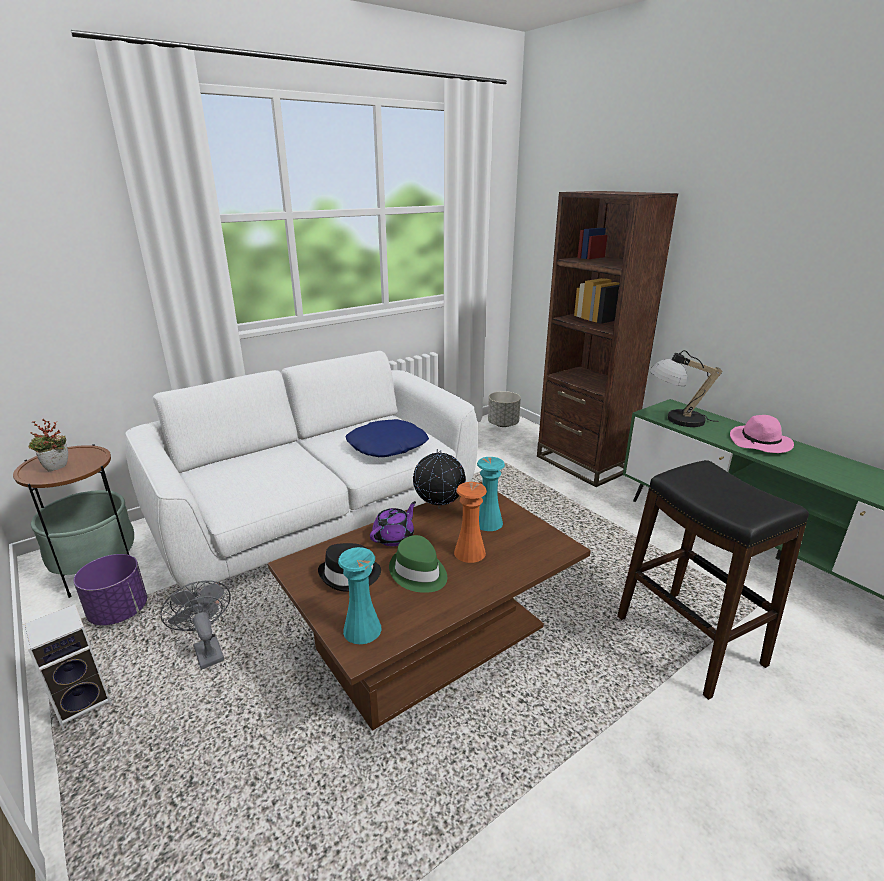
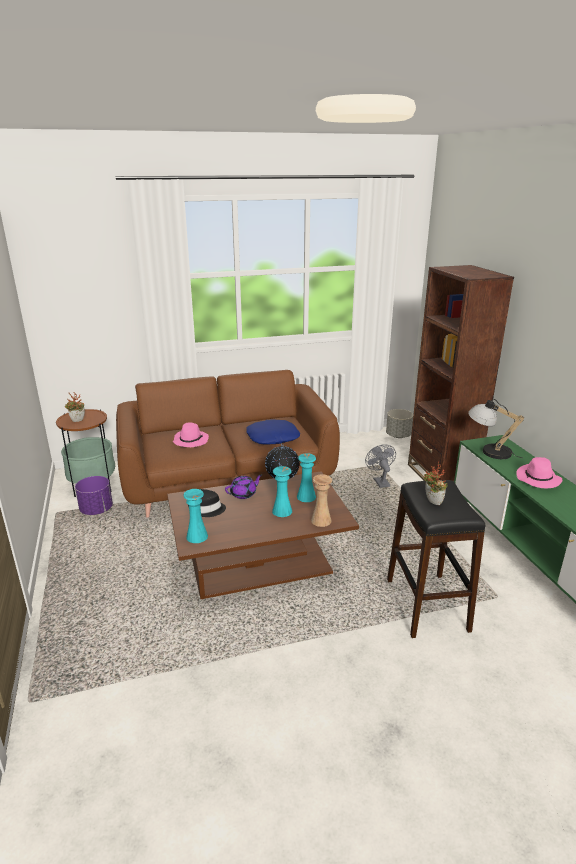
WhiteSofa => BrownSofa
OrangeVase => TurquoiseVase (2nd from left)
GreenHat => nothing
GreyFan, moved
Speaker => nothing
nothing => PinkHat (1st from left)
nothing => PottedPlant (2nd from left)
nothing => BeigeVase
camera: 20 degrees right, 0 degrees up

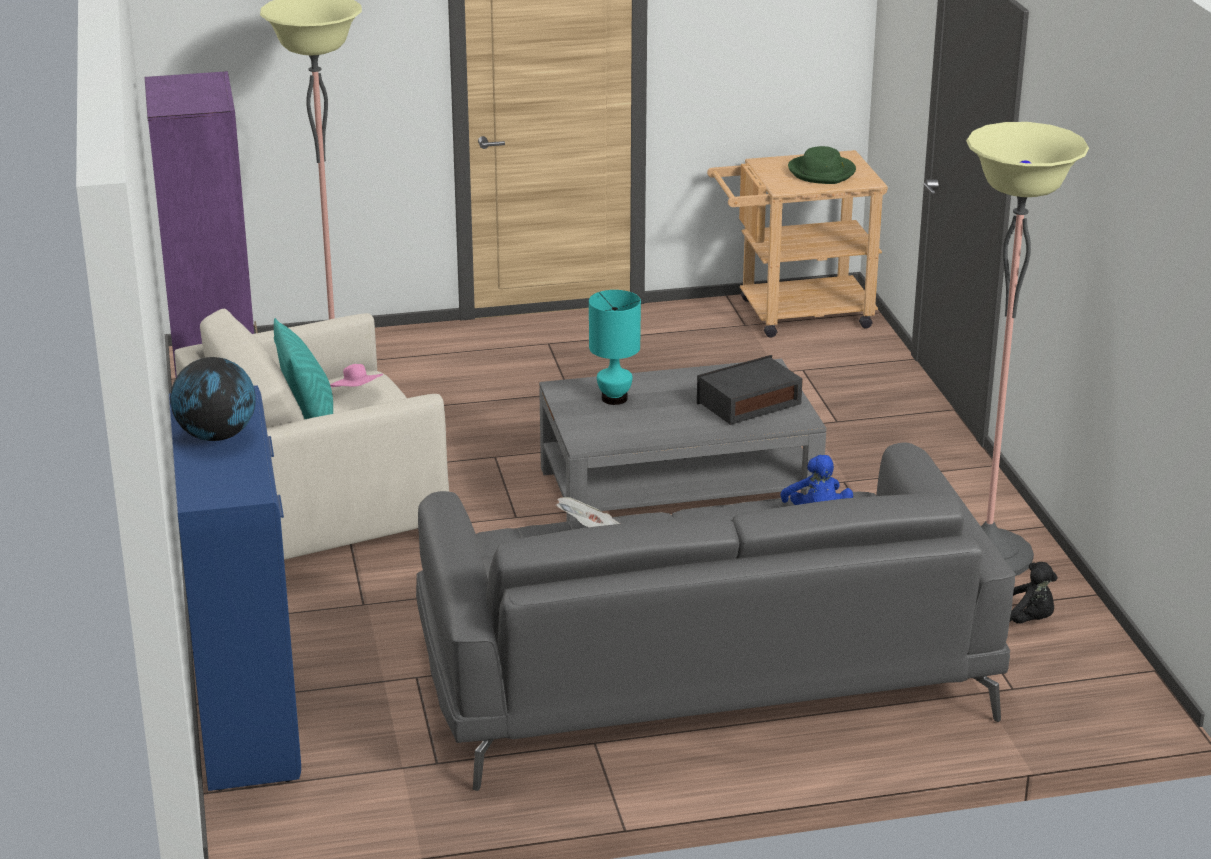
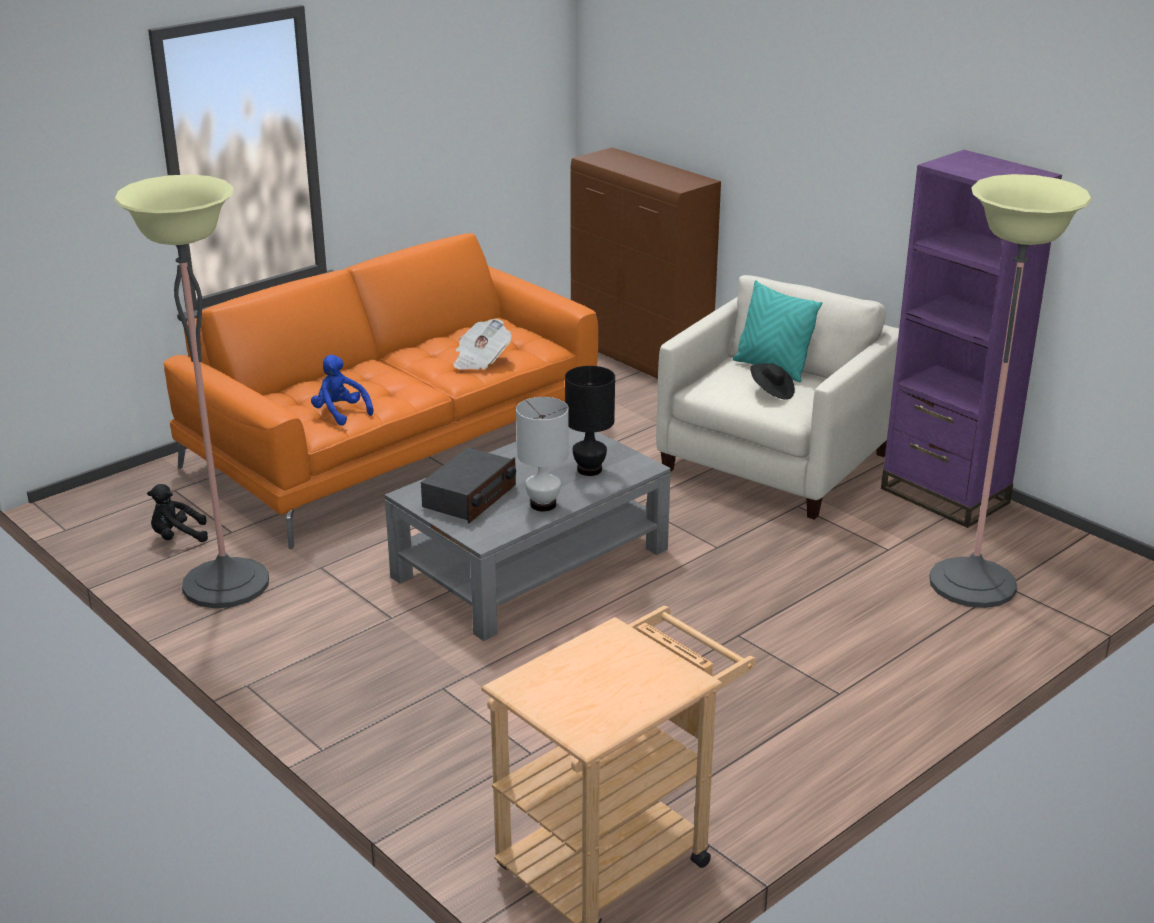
GreenHat => nothing
TurquoiseTableLamp => BlackTableLamp
Globe => nothing
PinkHat => BlackHat
BlueCabinet => BrownCabinet
GreySofa => OrangeSofa
nothing => WhiteTableLamp
camera: 150 degrees right, 0 degrees up

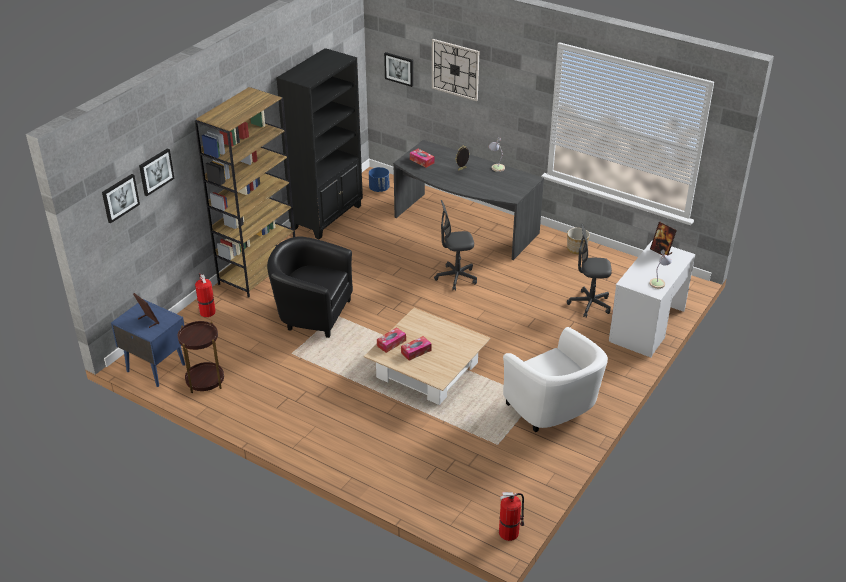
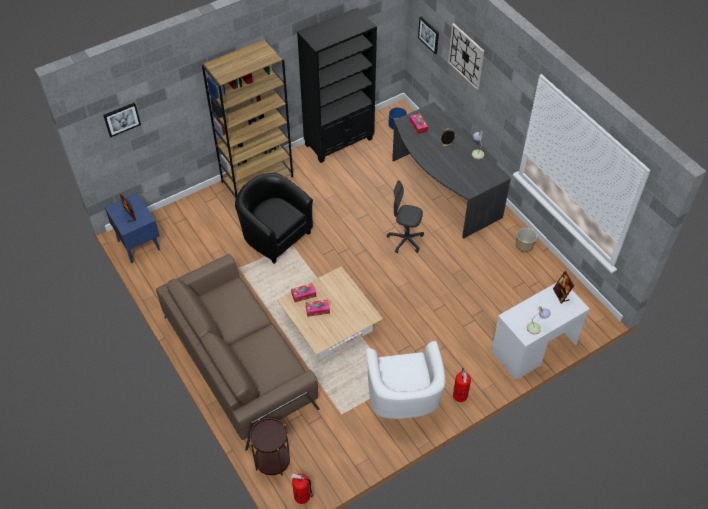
Picture (2nd from left) => nothing
GreyOfficeChair (2nd from left) => nothing
FireExtinguisher (1st from left in the first image) => FireExtinguisher (2nd from left), moved
BrownSideTable, moved
nothing => BrownSofa
camera: 25 degrees right, 15 degrees up

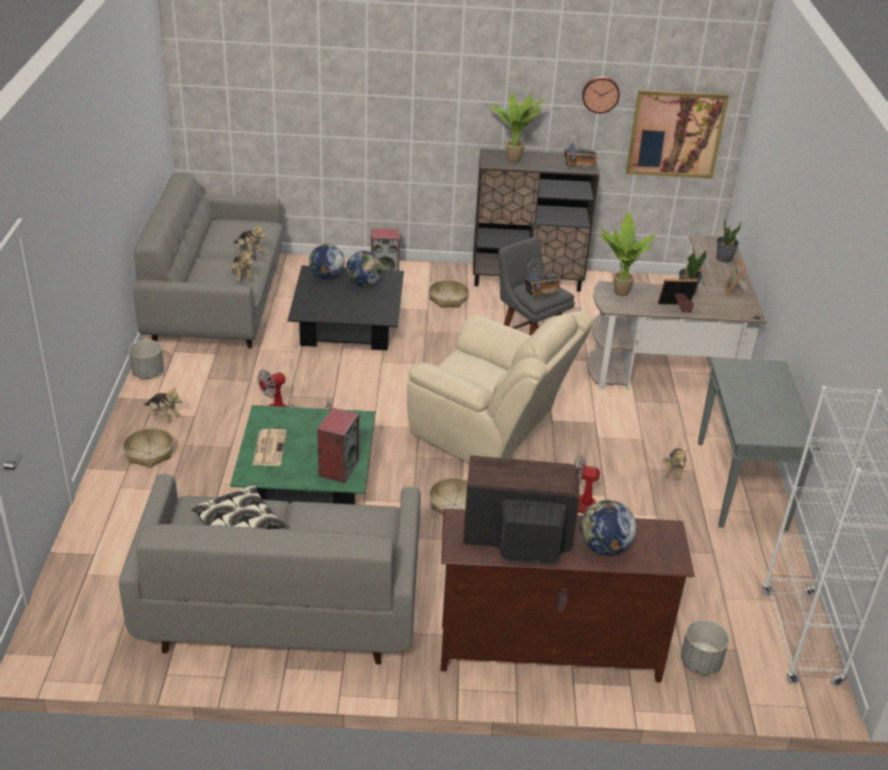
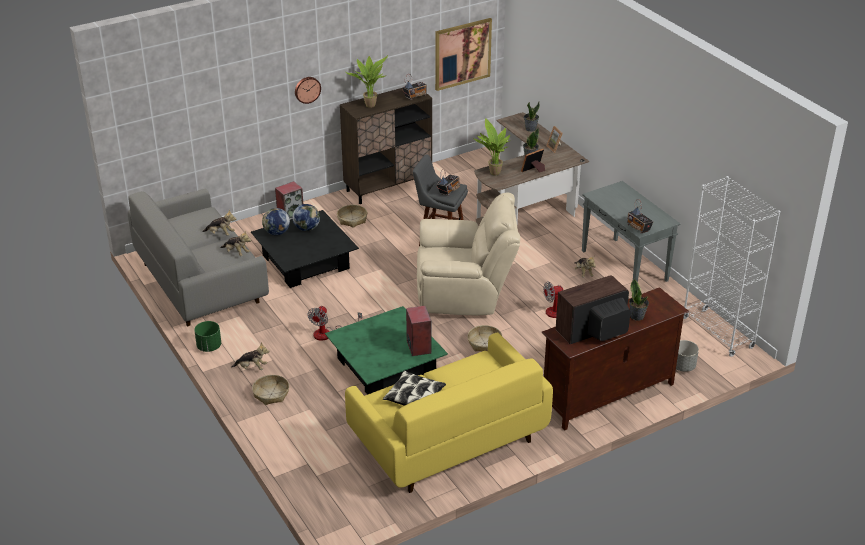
WallClock, moved
GreyPlanter (1st from left) => GreenPlanter
Newspaper => nothing
GreySofa (2nd from left) => YellowSofa
Globe (3rd from left) => PottedPlant (5th from left)
nothing => Radio (3rd from left)
camera: 30 degrees left, 0 degrees up

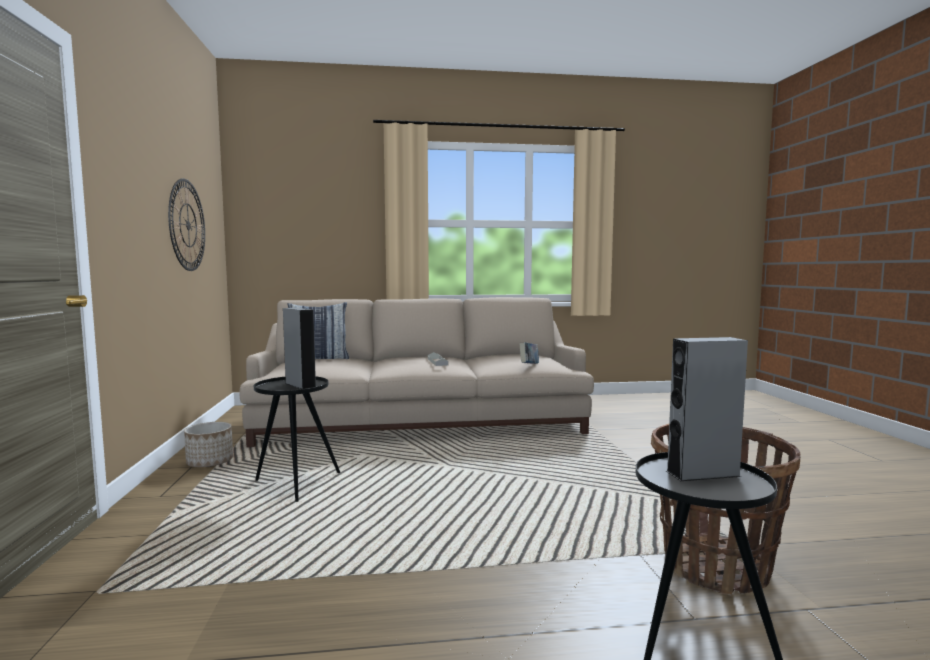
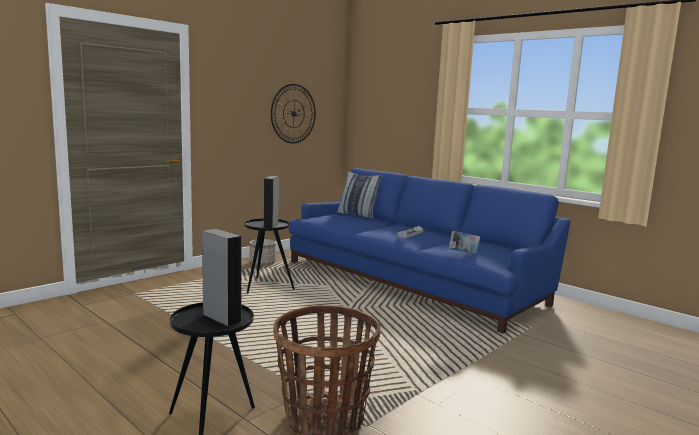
BeigeSofa => BlueSofa
camera: 50 degrees right, 5 degrees up

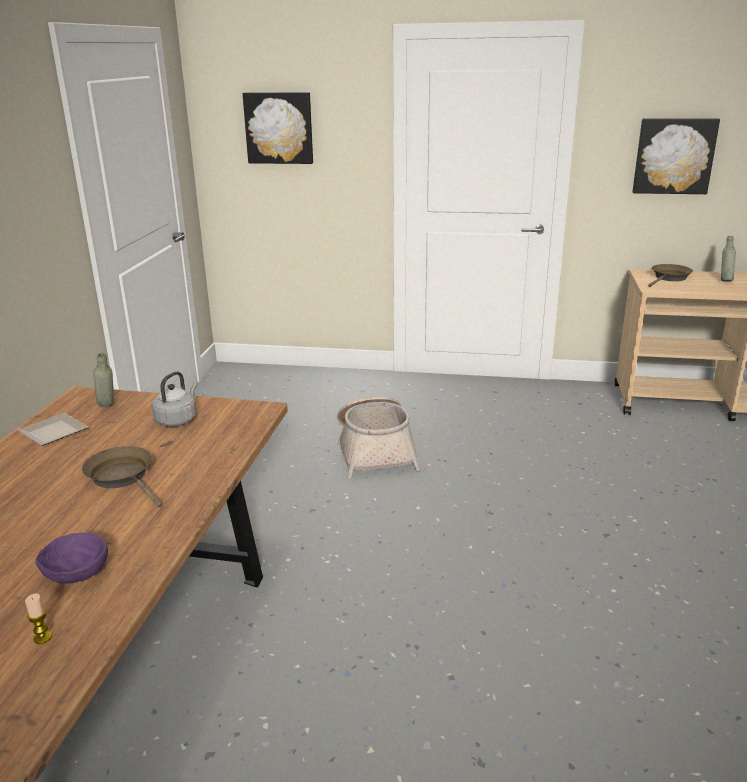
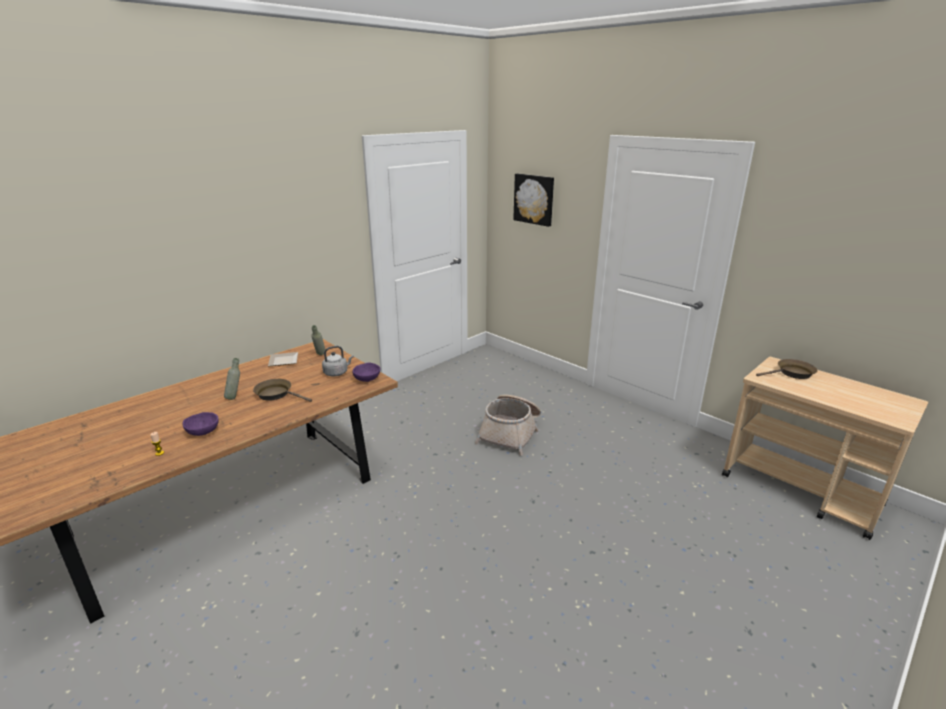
Picture (2nd from left) => nothing
GreyBottle (2nd from left in the first image) => GreyBottle (1st from left), moved
BrownFryingPan (1st from left), 60 degrees counterclockwise
nothing => PurpleBowl (2nd from left)
camera: 35 degrees right, 0 degrees up

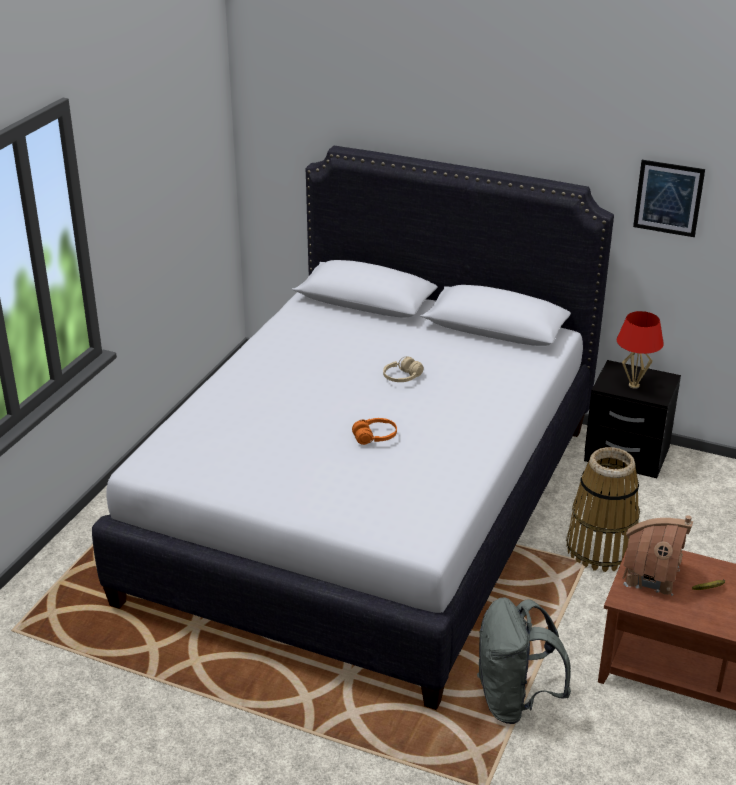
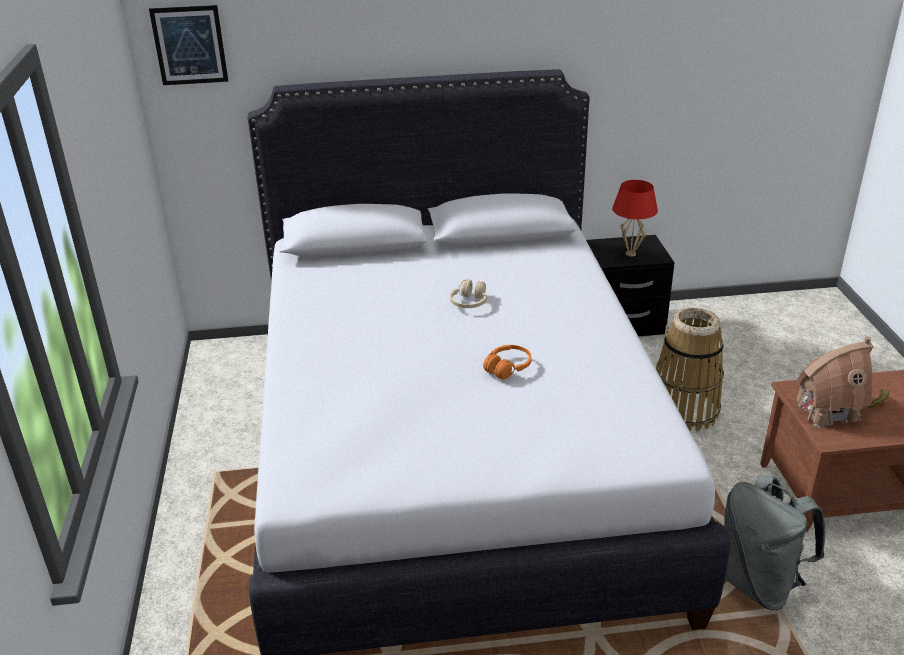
Picture, moved
camera: 30 degrees left, 0 degrees up

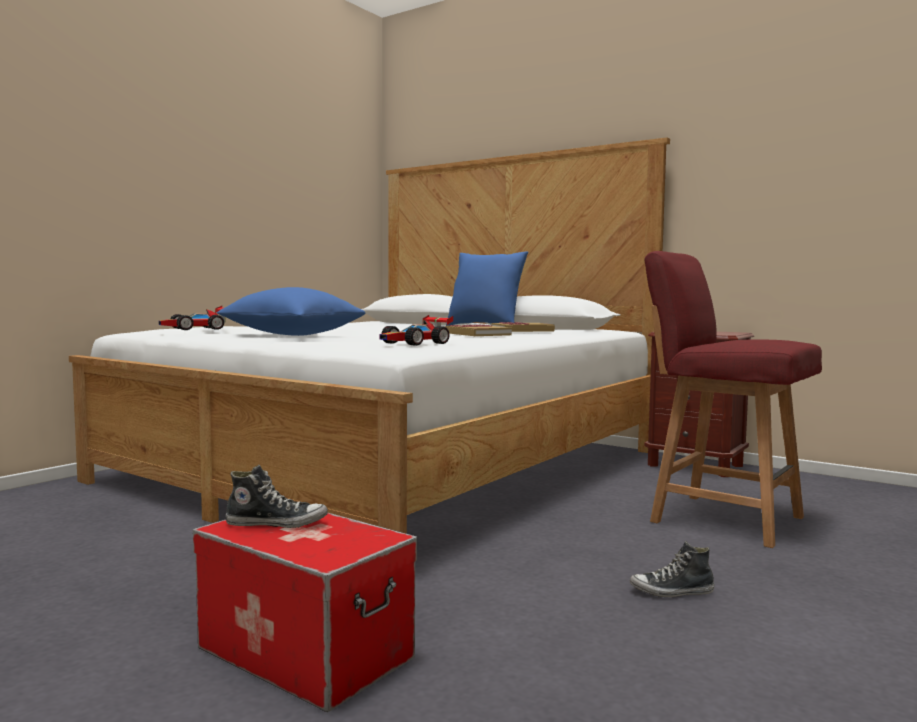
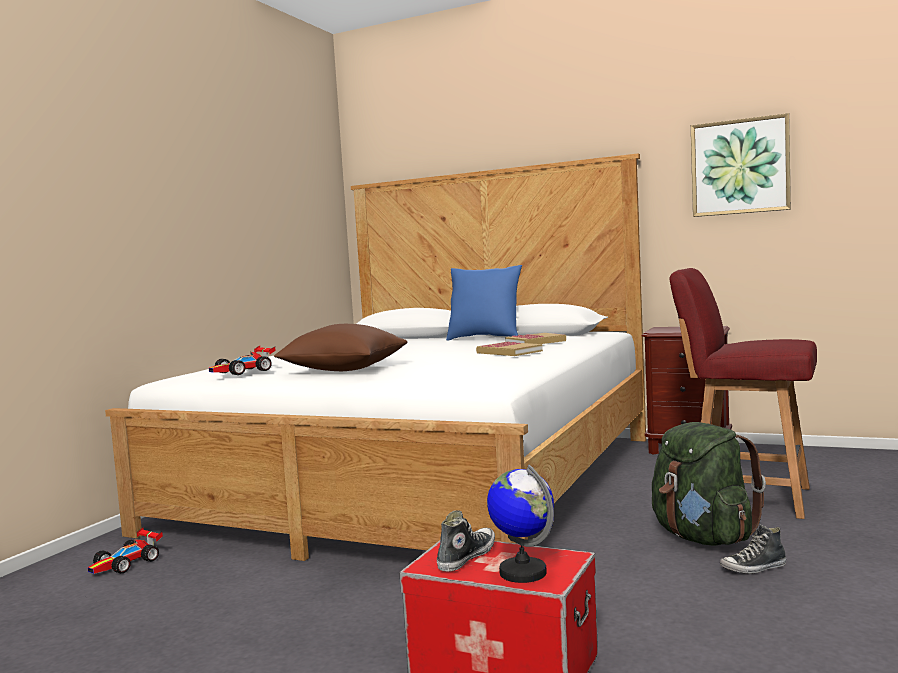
BluePillow (1st from left) => BrownPillow
ToyCar (2nd from left in the first image) => ToyCar (1st from left), moved
Shoe (1st from left), 45 degrees counterclockwise
nothing => Picture
nothing => GreenBackpack
nothing => Globe
camera: 10 degrees left, 0 degrees up

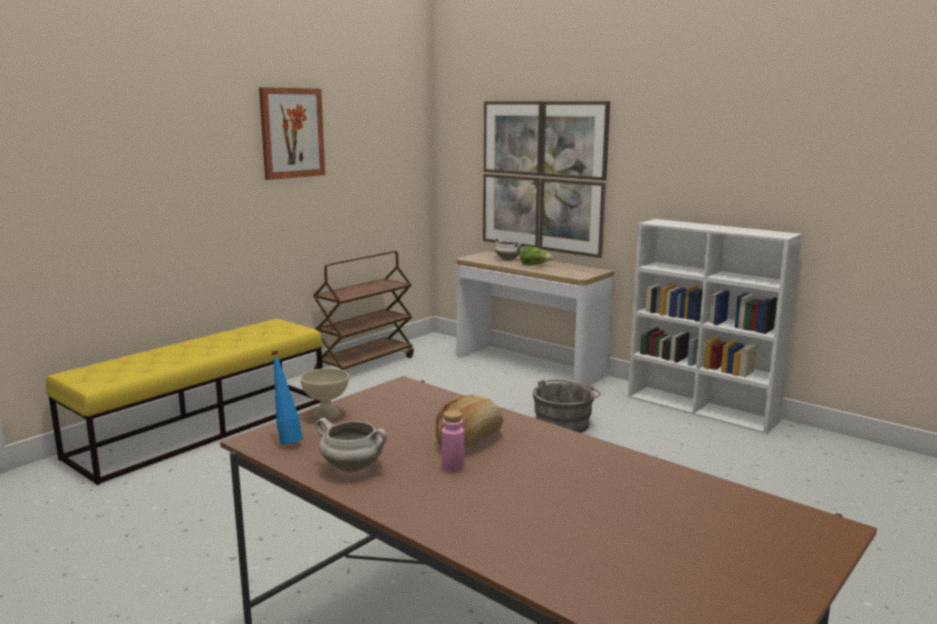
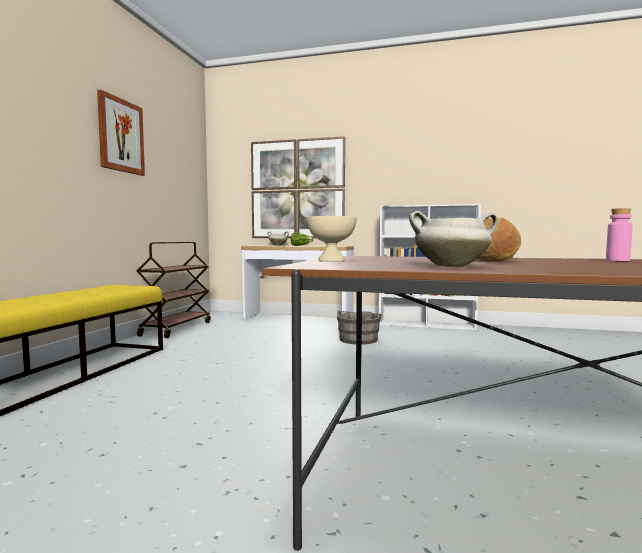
BlueBottle => nothing
PinkBottle, moved
camera: 25 degrees left, 10 degrees down

